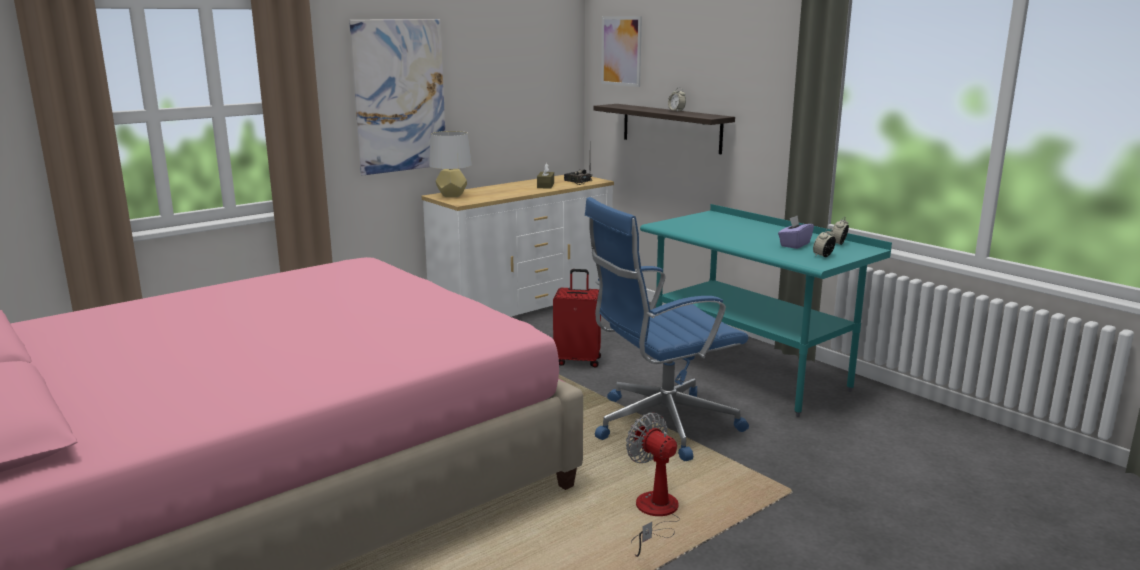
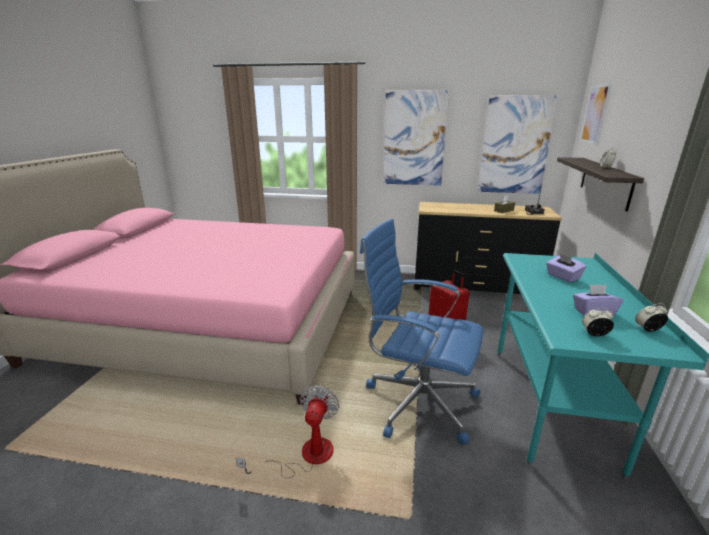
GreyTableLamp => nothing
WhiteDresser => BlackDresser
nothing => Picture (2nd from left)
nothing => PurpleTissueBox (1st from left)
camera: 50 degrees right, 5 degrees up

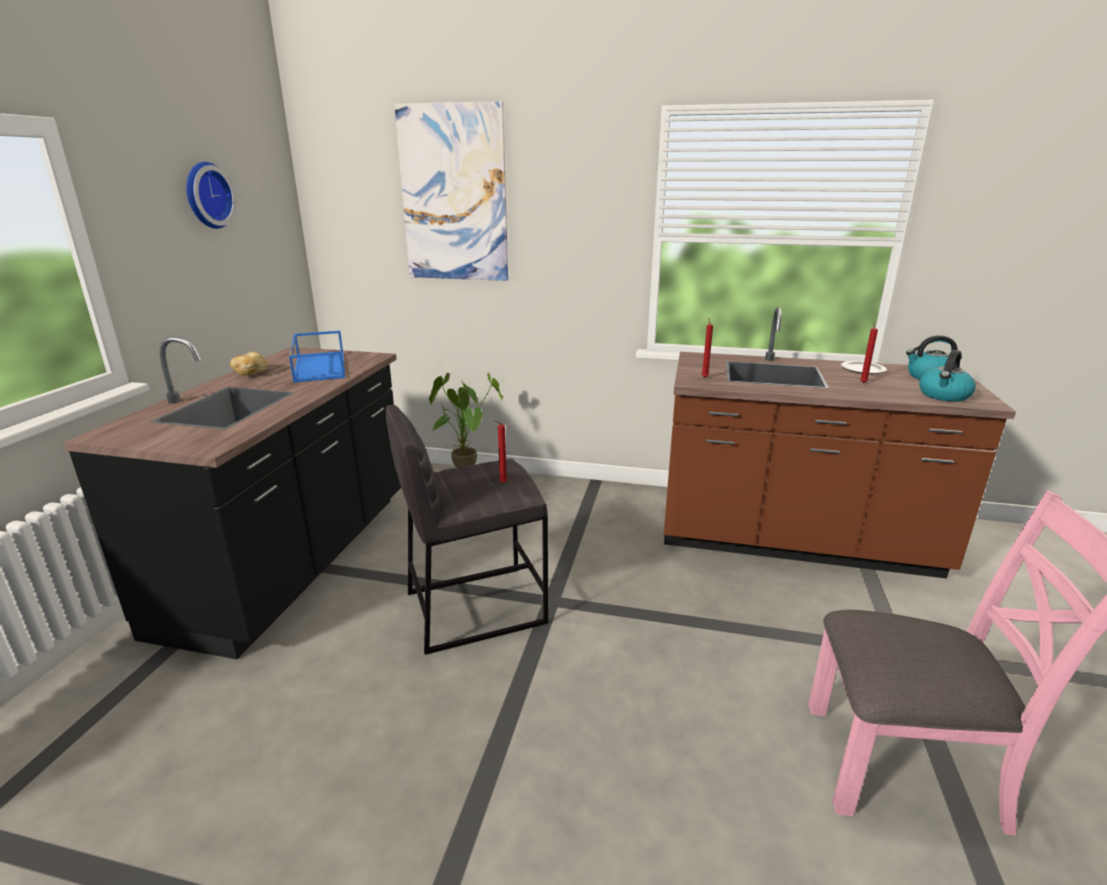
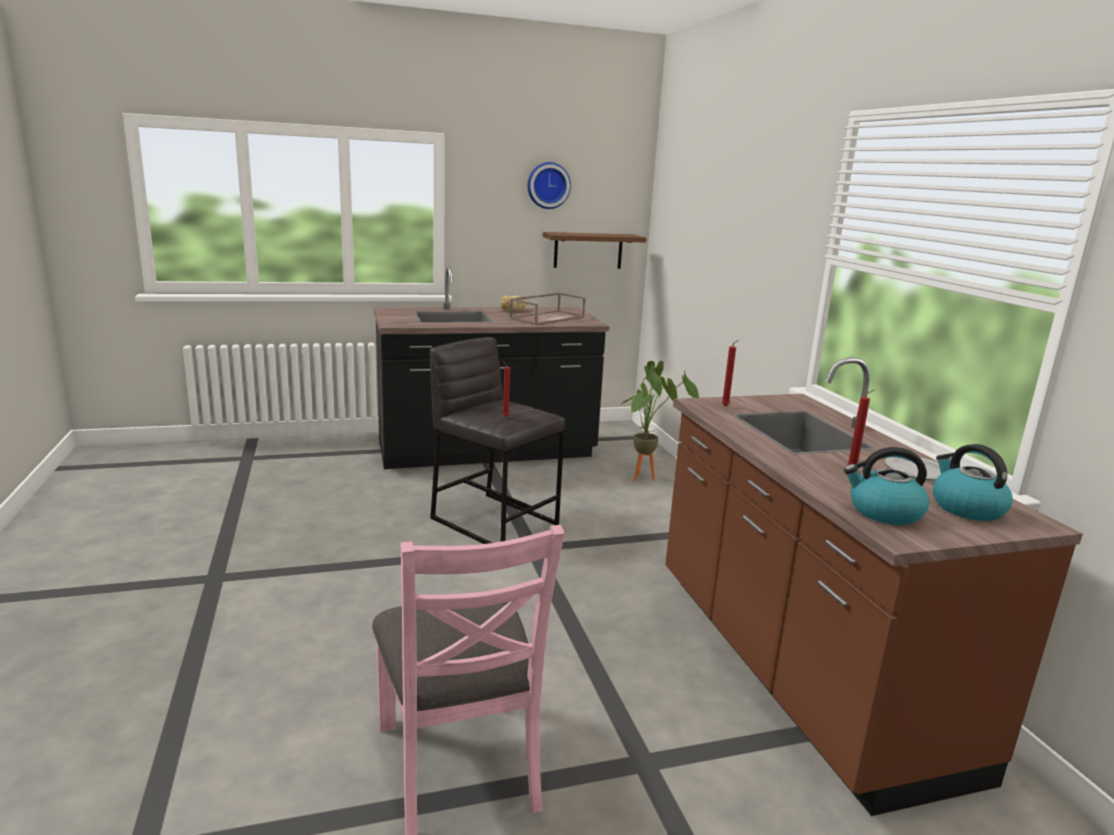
Picture => nothing
BlueTray => BrownTray
nothing => BrownShelf
camera: 60 degrees right, 5 degrees down

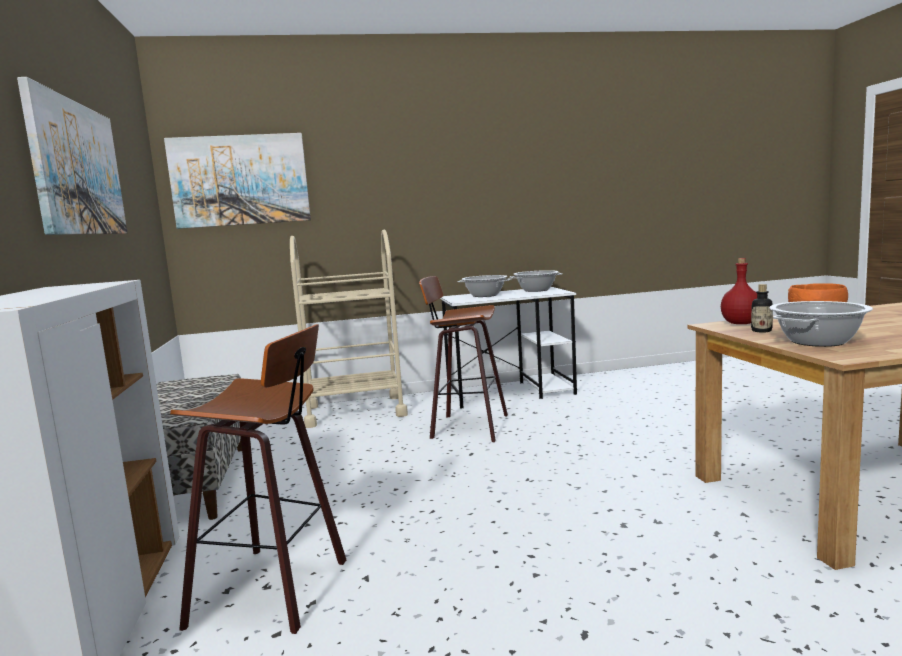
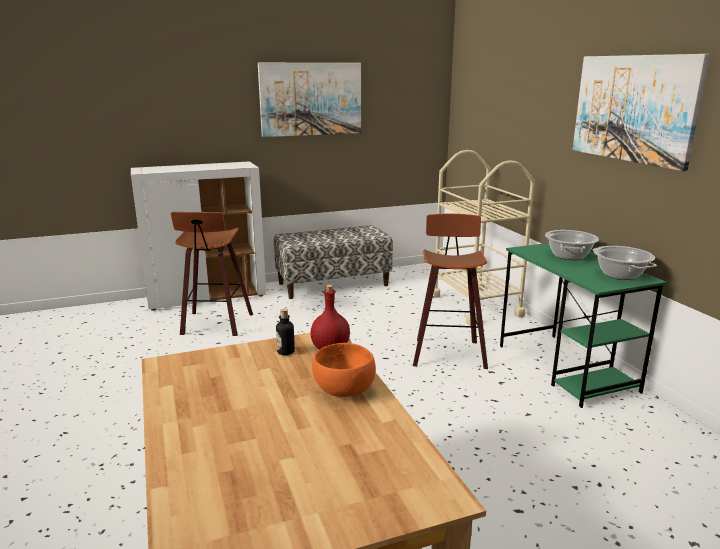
Picture (2nd from left), moved
WhiteDesk => GreenDesk
CookingPot (3rd from left) => nothing
camera: 80 degrees right, 10 degrees up

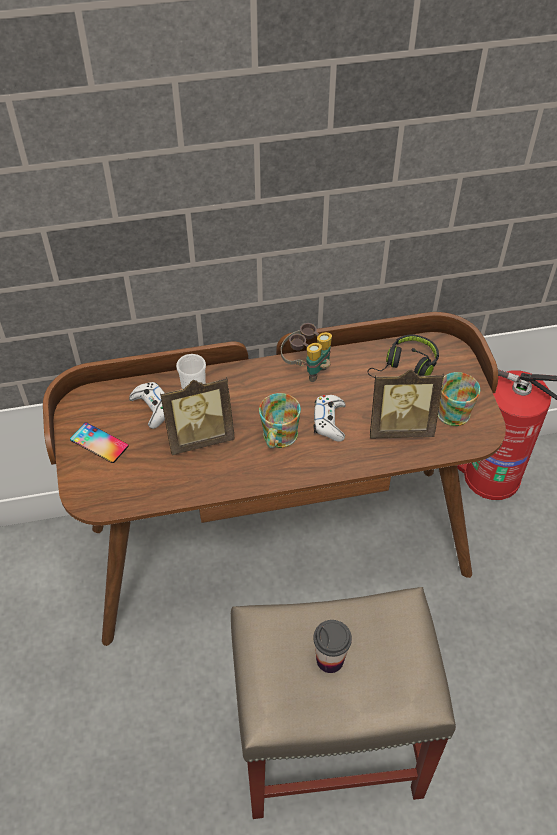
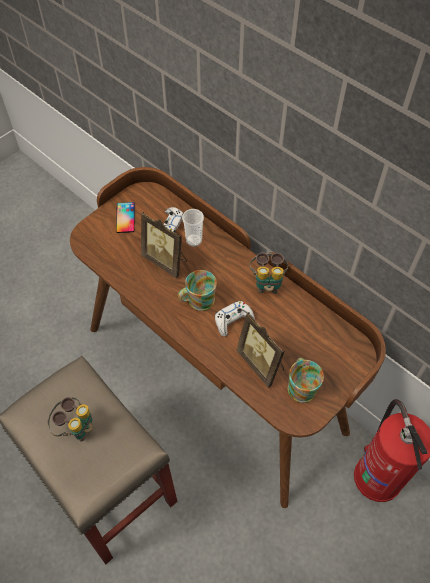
BlackHeadphones => nothing
Cup (2nd from left) => Binoculars (1st from left)
camera: 55 degrees right, 5 degrees up

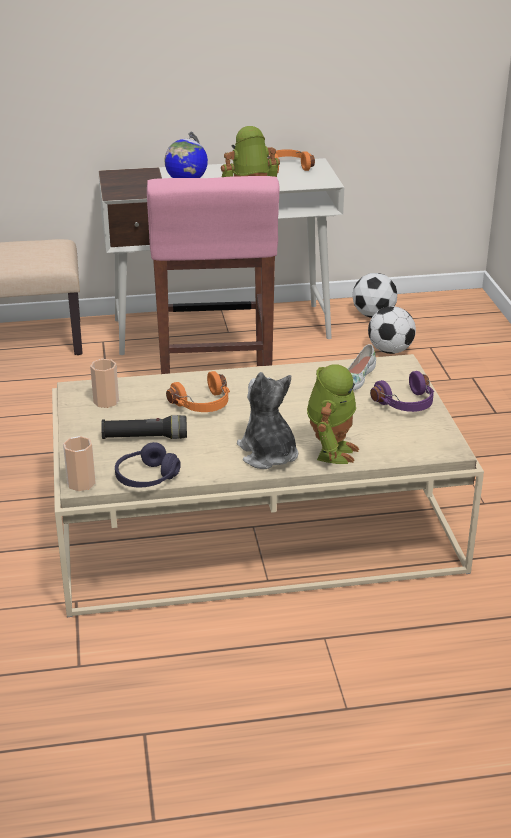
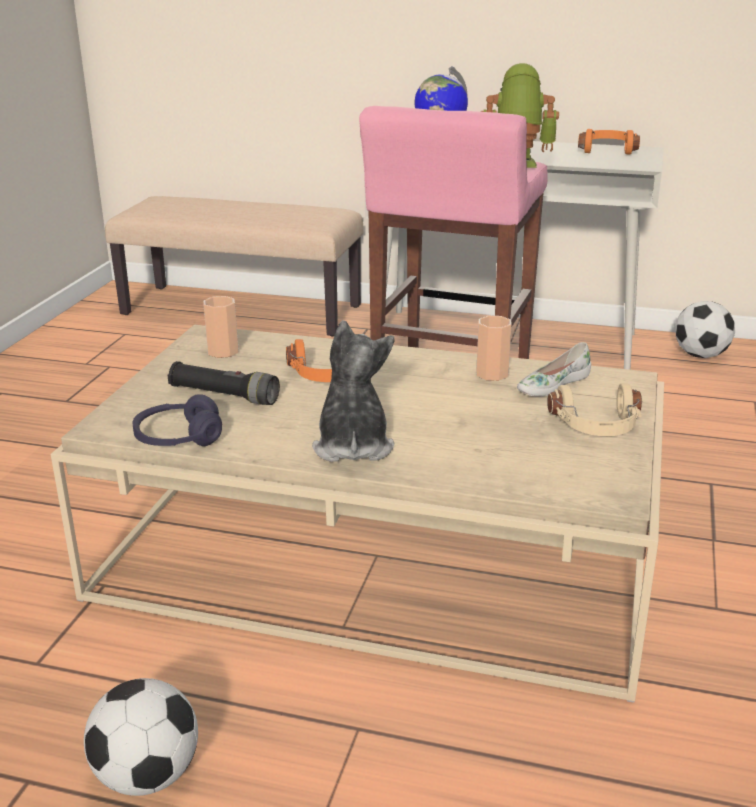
Football (2nd from left in the first image) => Football (1st from left), moved
ToyRobot (2nd from left) => nothing
PurpleHeadphones (2nd from left) => BeigeHeadphones
Cup (1st from left in the first image) => Cup (2nd from left), moved
camera: 25 degrees right, 5 degrees down

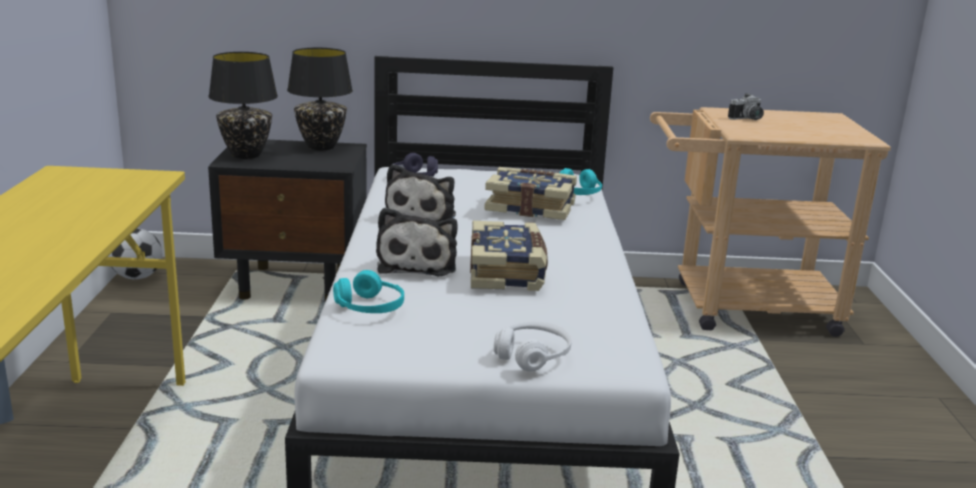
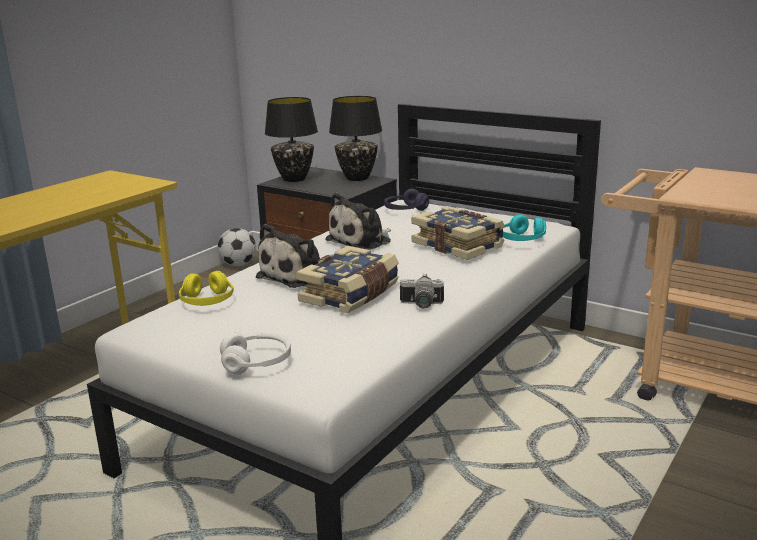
PhotoCamera, moved
TurquoiseHeadphones (1st from left) => YellowHeadphones
camera: 35 degrees right, 0 degrees up

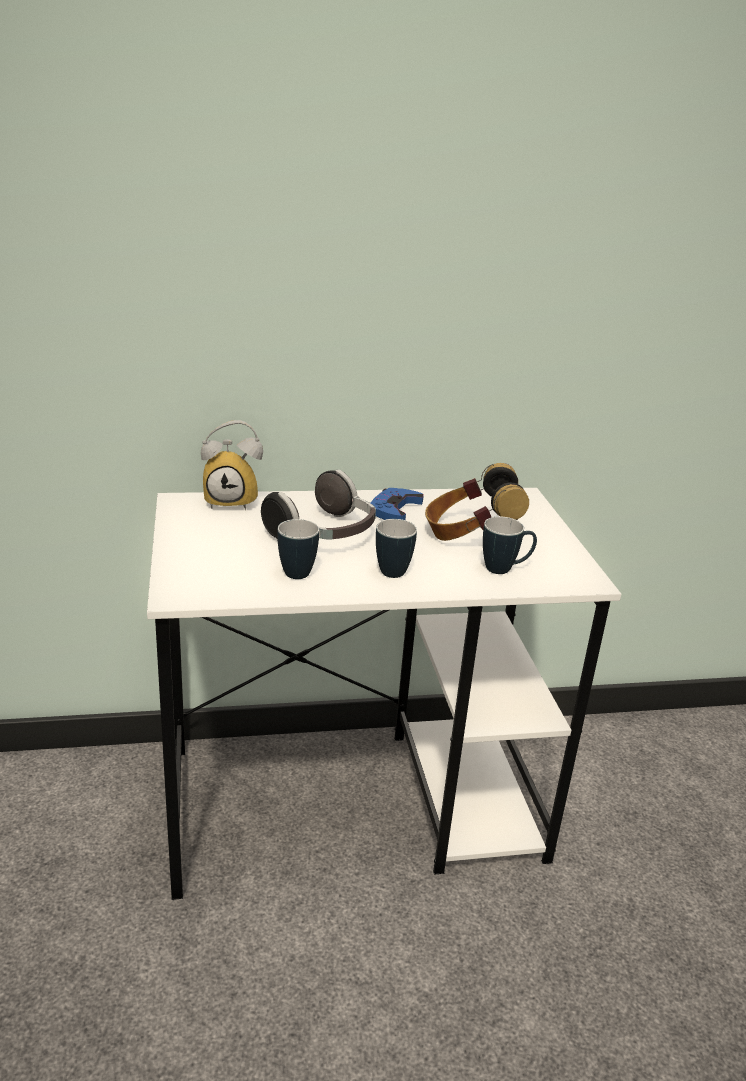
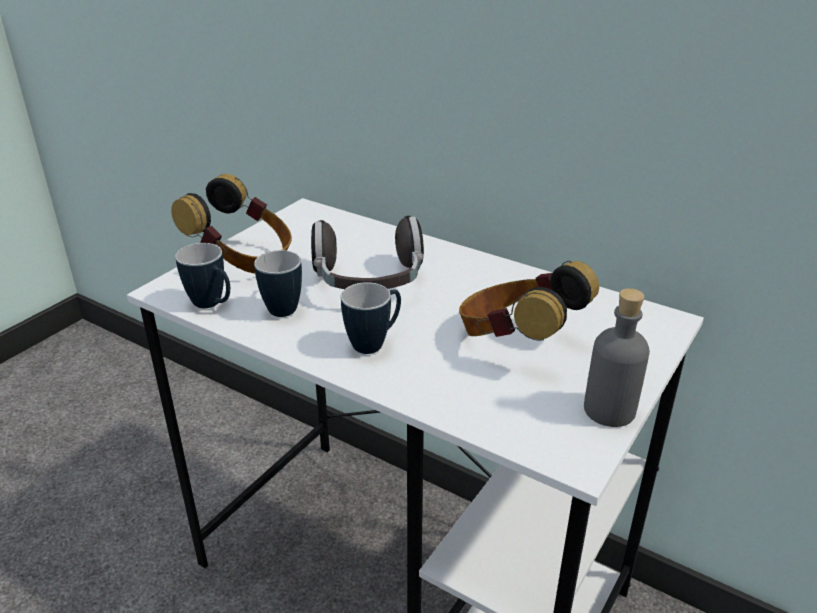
AlarmClock => nothing
BlueGameController => nothing
Mug (3rd from left in the first image) => Mug (1st from left), moved
nothing => Headphones (1st from left)
nothing => GreyBottle
camera: 45 degrees right, 5 degrees up

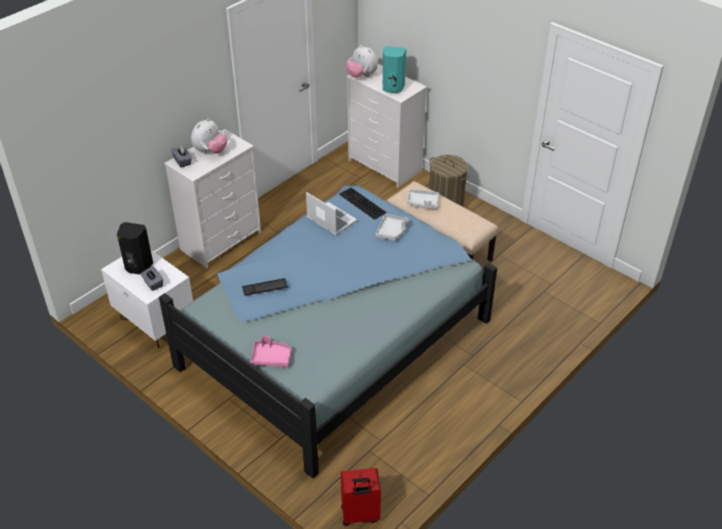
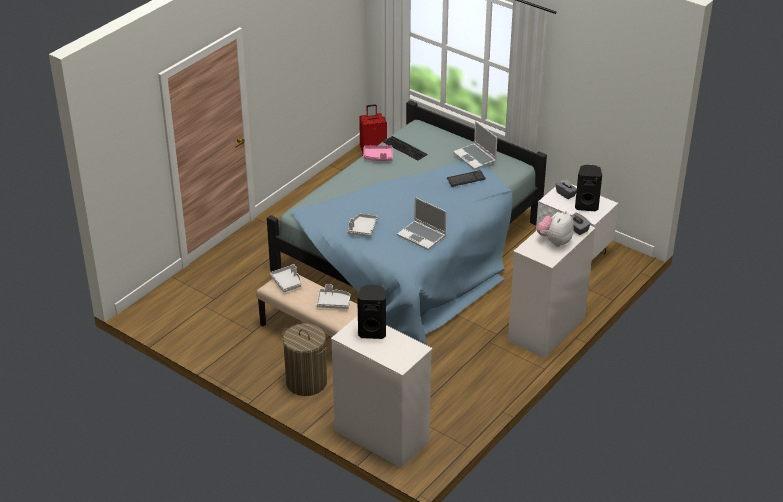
PlushToy (2nd from left) => nothing
TurquoiseSpeaker => BlackSpeaker (1st from left)
Keyboard (2nd from left in the first image) => Keyboard (1st from left), moved
PinkTray, moved
nothing => Laptop (2nd from left)
nothing => GreyTray (1st from left)
camera: 175 degrees right, 5 degrees down

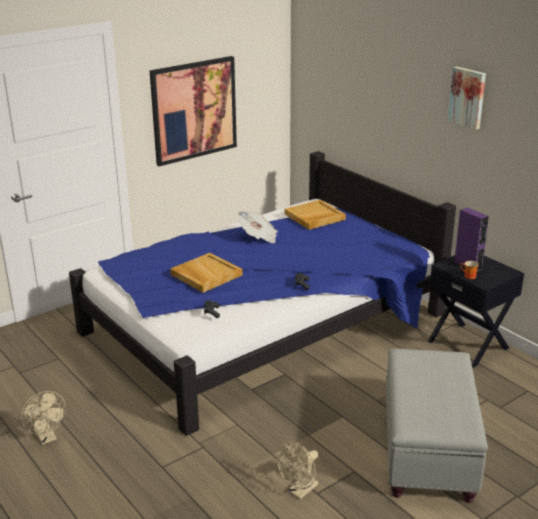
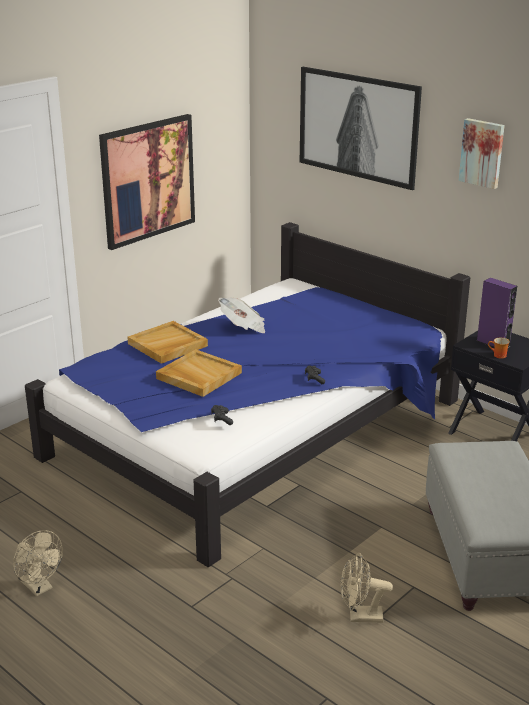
BeigeTray (2nd from left in the first image) => BeigeTray (1st from left), moved
BeigeFan (2nd from left), 60 degrees clockwise
nothing => Picture (2nd from left)
camera: 10 degrees left, 0 degrees up

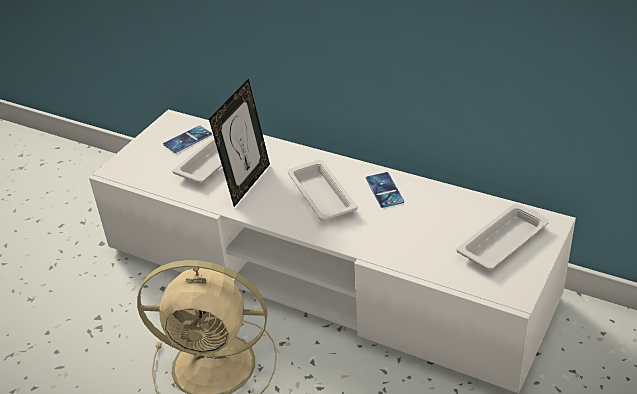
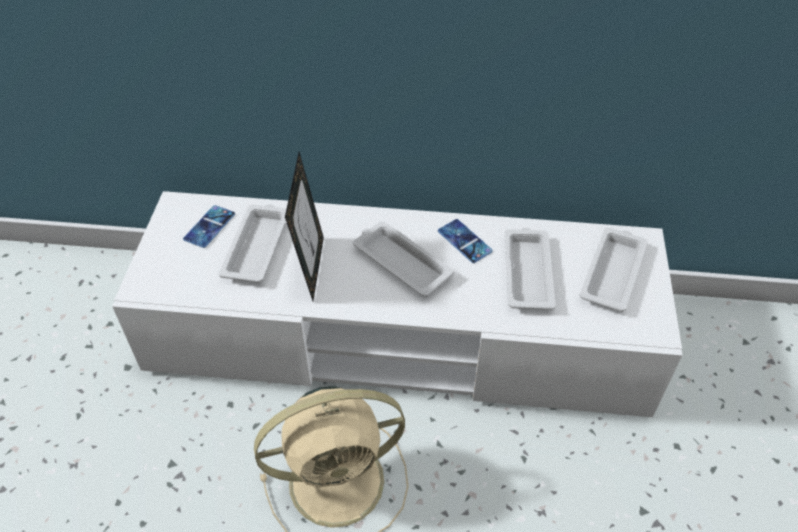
nothing => WhiteTray (3rd from left)
camera: 25 degrees left, 10 degrees up

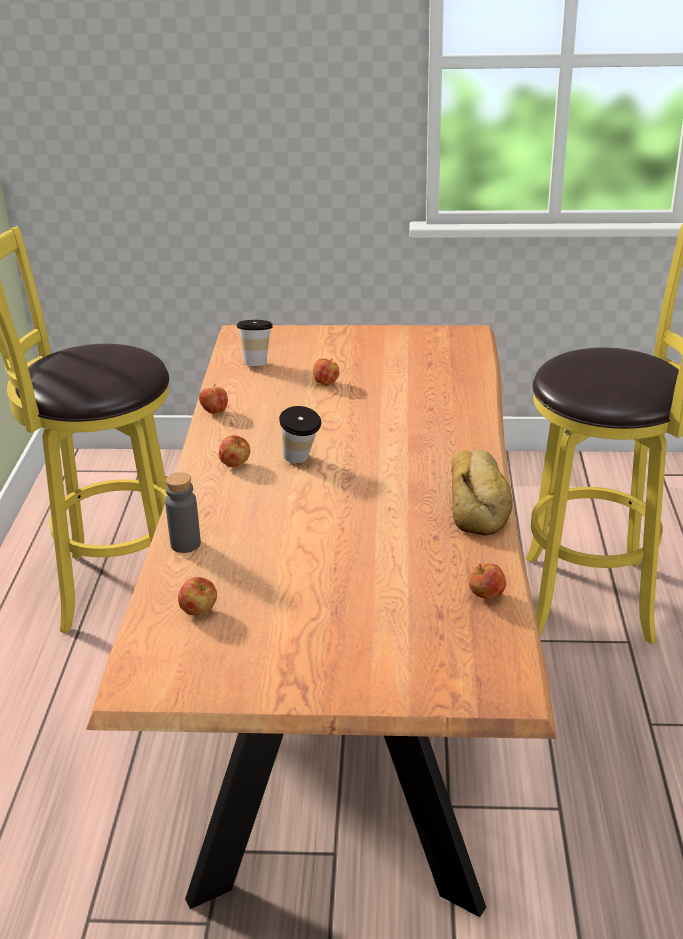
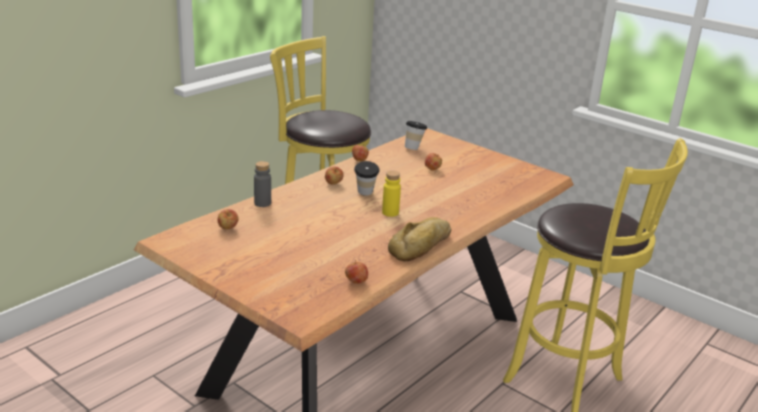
nothing => YellowBottle
camera: 35 degrees right, 5 degrees down

